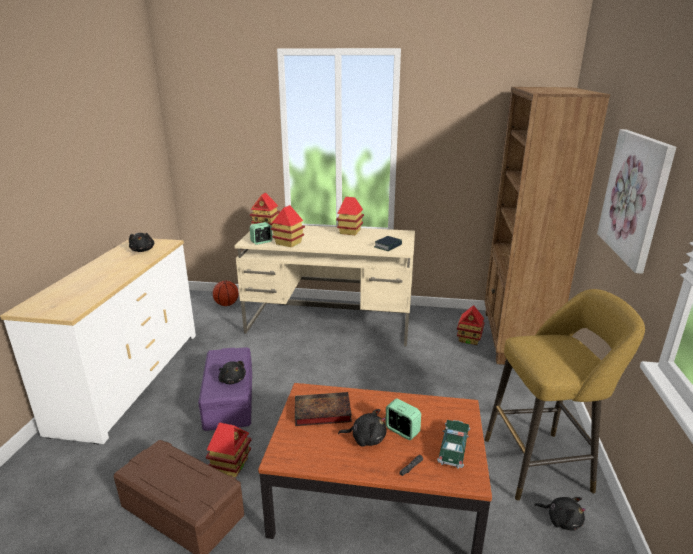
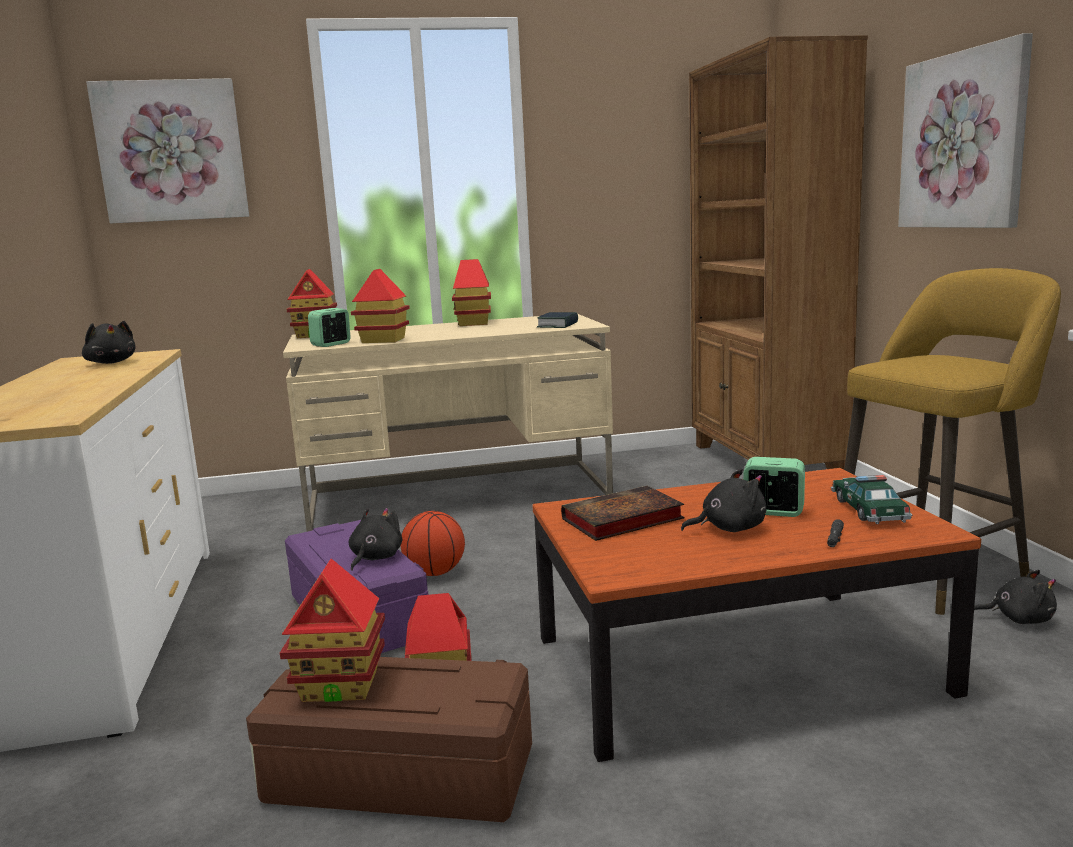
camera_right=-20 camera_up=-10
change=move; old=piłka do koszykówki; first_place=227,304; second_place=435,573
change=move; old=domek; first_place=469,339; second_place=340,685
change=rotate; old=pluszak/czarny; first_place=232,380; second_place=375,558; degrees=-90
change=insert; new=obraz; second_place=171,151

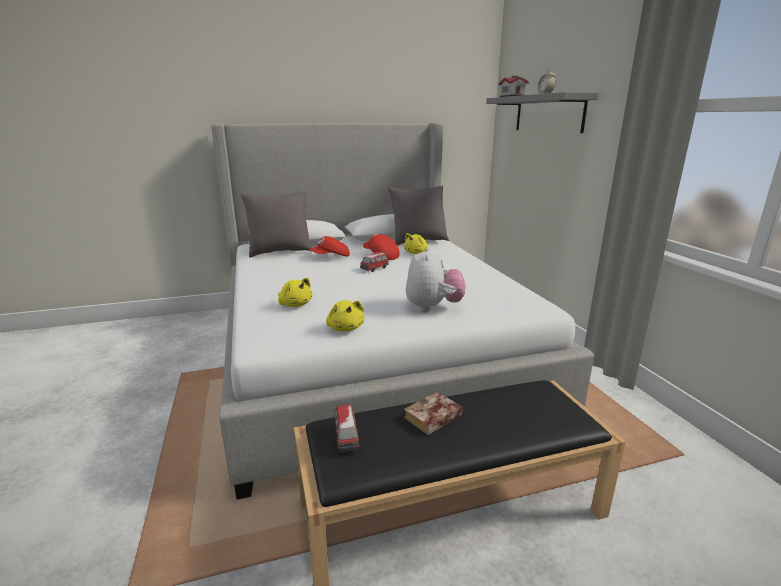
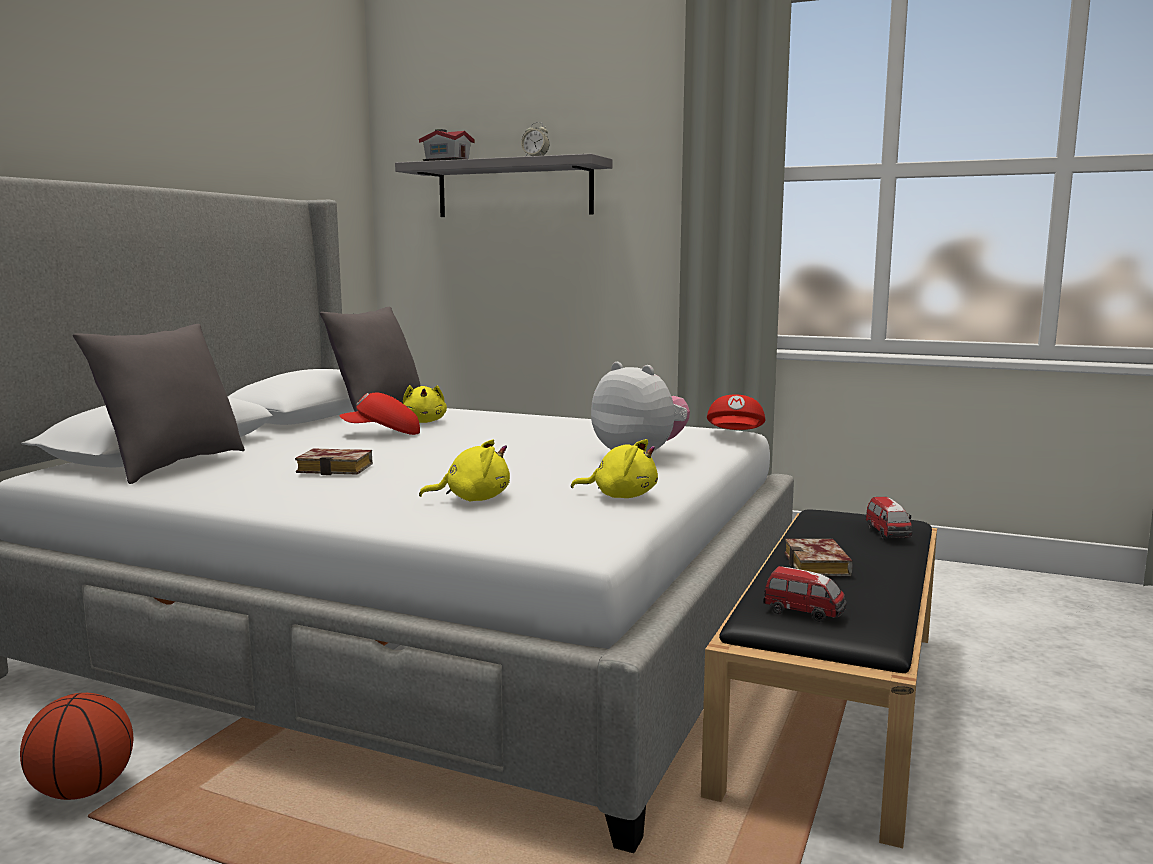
camera_right=-50 camera_up=-10
change=move; old=czapka z daszkiem/czerwony; first_place=331,257; second_place=736,435
change=move; old=samochodzik; first_place=374,269; second_place=888,534
change=insert; new=książka; second_place=338,468
change=insert; new=piłka do koszykówki; second_place=83,791

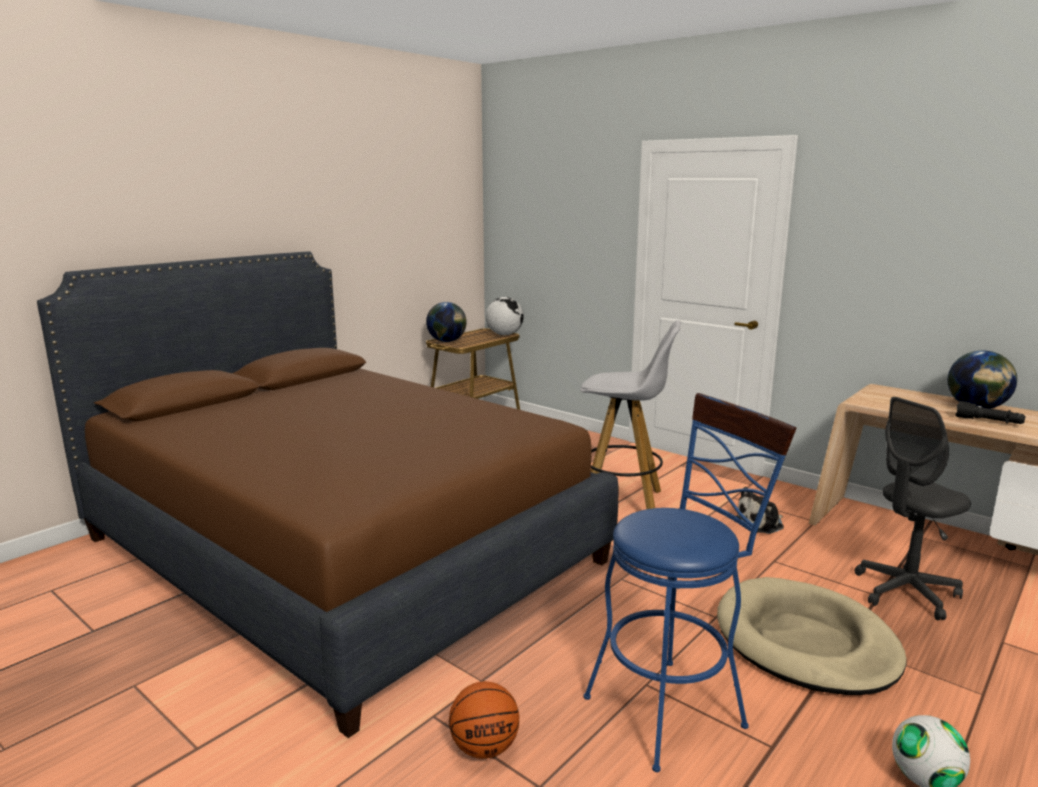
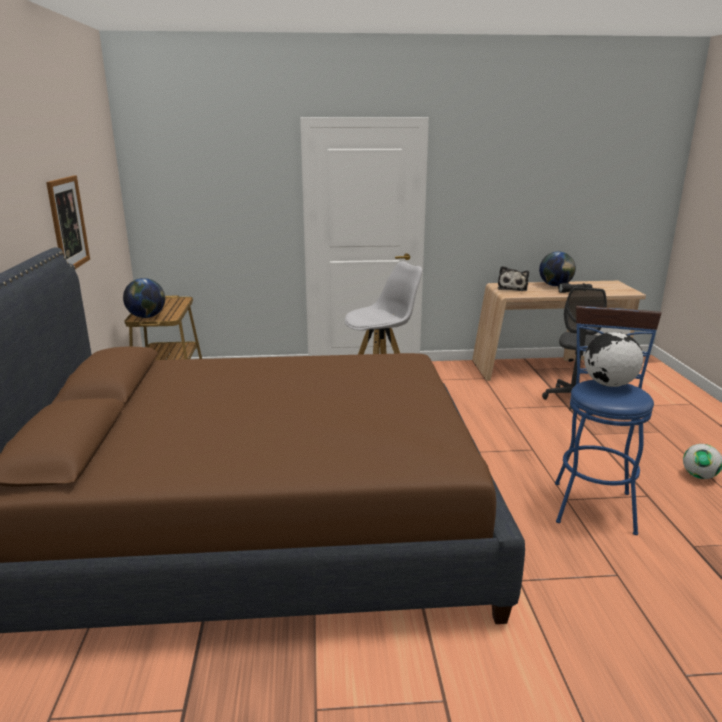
camera_right=-45 camera_up=5
change=move; old=globus; first_place=504,335; second_place=608,384
change=move; old=pluszak; first_place=761,523; second_place=512,288
change=delete; old=legowisko/beżowy; first_place=805,642
change=delete; old=piłka do koszykówki; first_place=484,748
change=insert; new=obraz; second_place=68,223

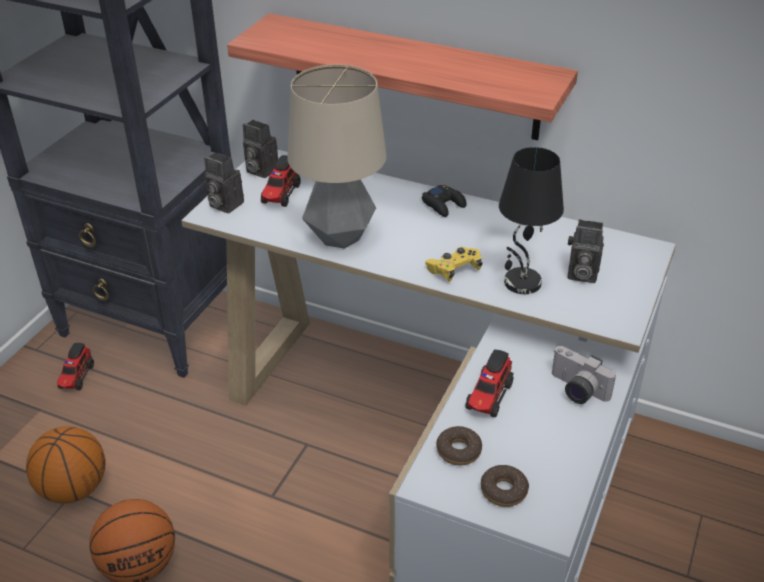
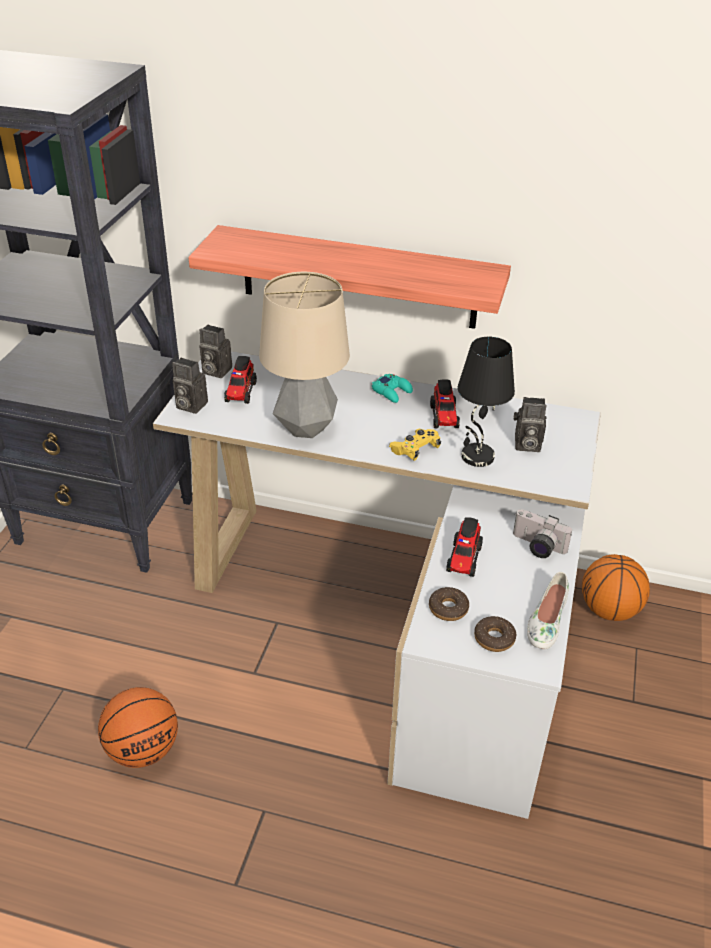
camera_right=-10 camera_up=0
change=recolor; old=pad do gier/czarny; new=pad do gier/turkusowy; first_place=444,205; second_place=392,392
change=move; old=ciężarówka zabawkowa; first_place=76,377; second_place=444,418
change=move; old=piłka do koszykówki; first_place=74,489; second_place=609,610
change=insert; new=but/biały; second_place=546,620

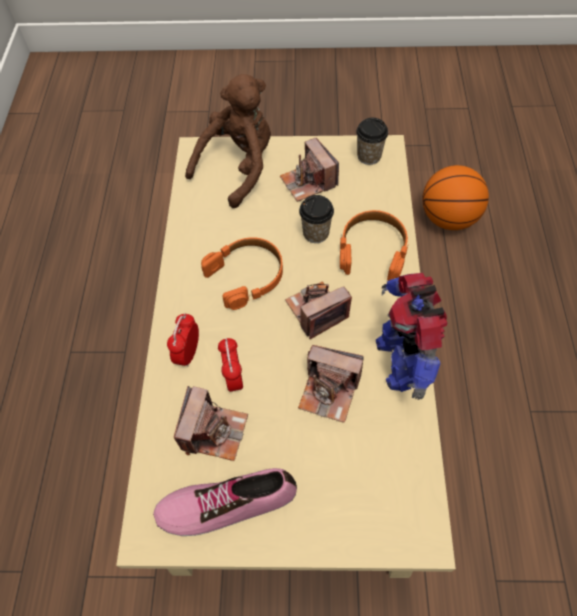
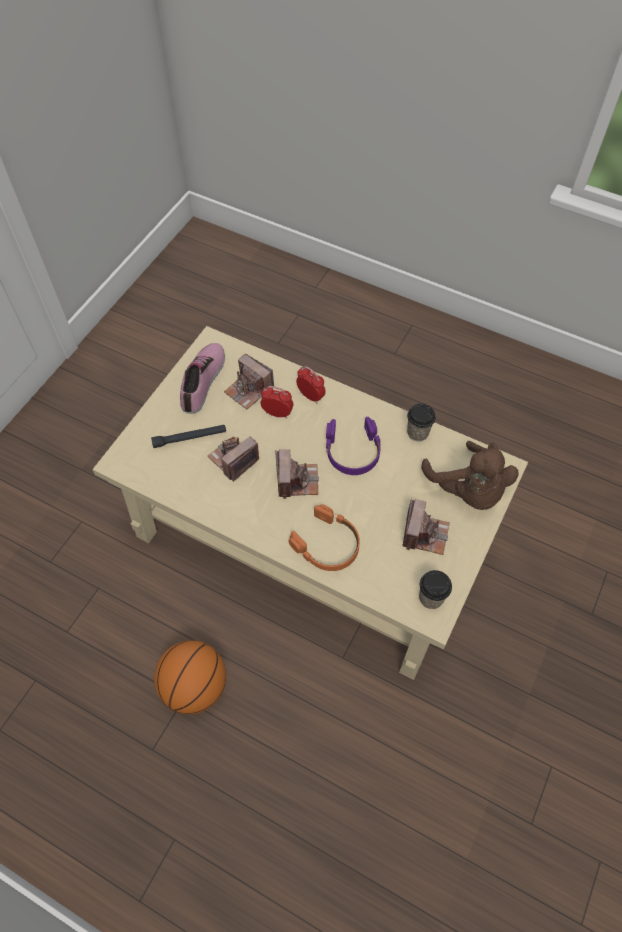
camera_right=115 camera_up=0
change=rotate; old=aparat fotograficzny; first_place=308,182; second_place=424,534; degrees=105
change=move; old=piłka do koszykówki; first_place=448,218; second_place=195,686
change=move; old=filiżanka; first_place=316,233; second_place=417,433
change=recolor; old=słuchawki/pomarańczowy; new=słuchawki/fioletowy; first_place=247,276; second_place=352,451
change=delete; old=robot zabawkowy; first_place=402,360
change=insert; new=latarka/czarny; second_place=190,438

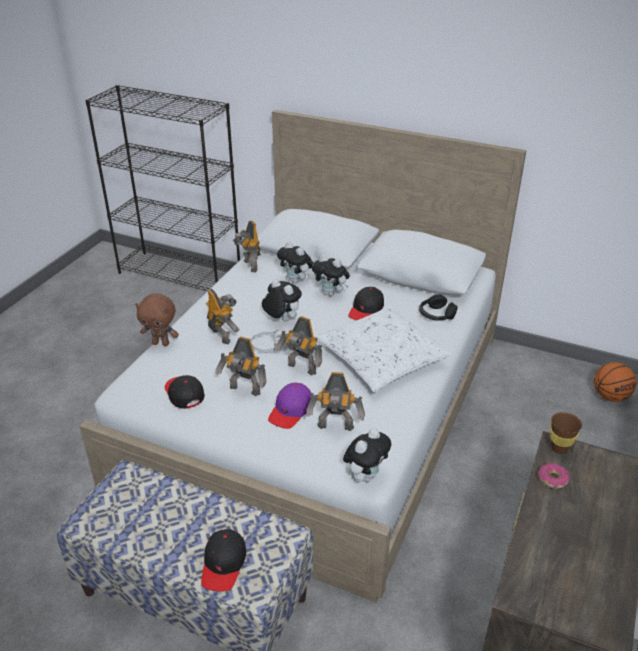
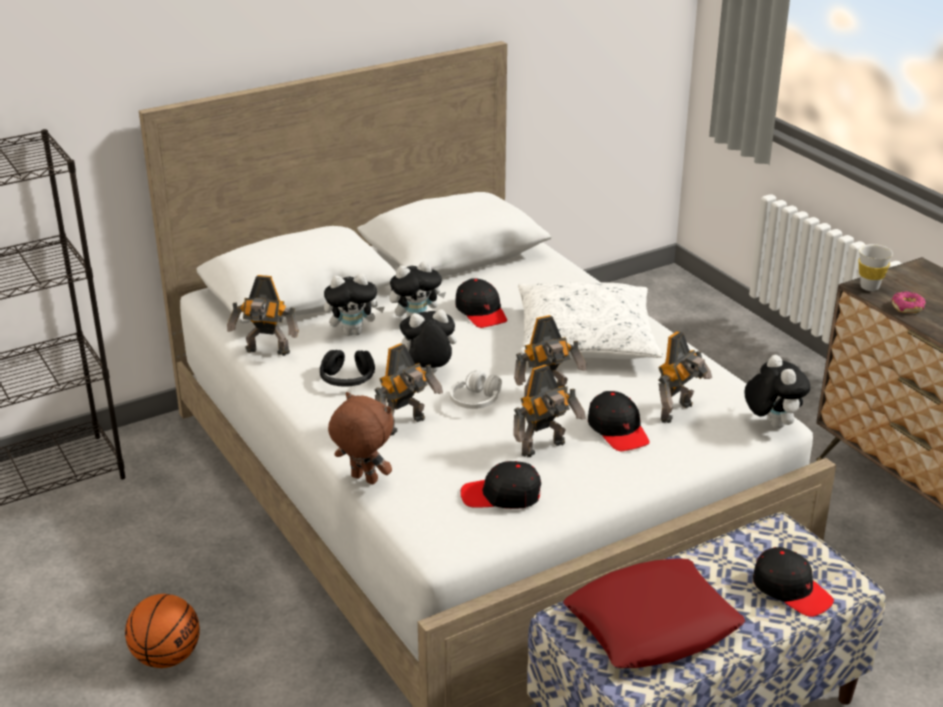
camera_right=-55 camera_up=-5
change=rotate; old=robot zabawkowy; first_place=222,335; second_place=406,426; degrees=135
change=rotate; old=pluszak/brązowy; first_place=161,343; second_place=363,480; degrees=-105
change=move; old=słuchawki/czarny; first_place=436,315; second_place=347,379
change=move; old=piłka do koszykówki; first_place=610,396; second_place=166,657
change=recolor; old=czapka z daszkiem/fioletowy; new=czapka z daszkiem/czarny; first_place=291,411; second_place=618,430
change=recolor; old=filiżanka/brązowy; new=filiżanka/biały; first_place=559,448; second_place=869,287
change=insert; new=poduszka/czerwony; second_place=652,624

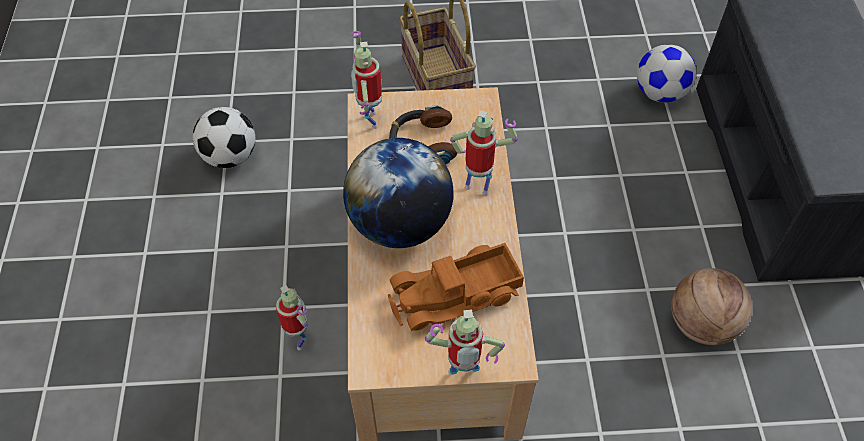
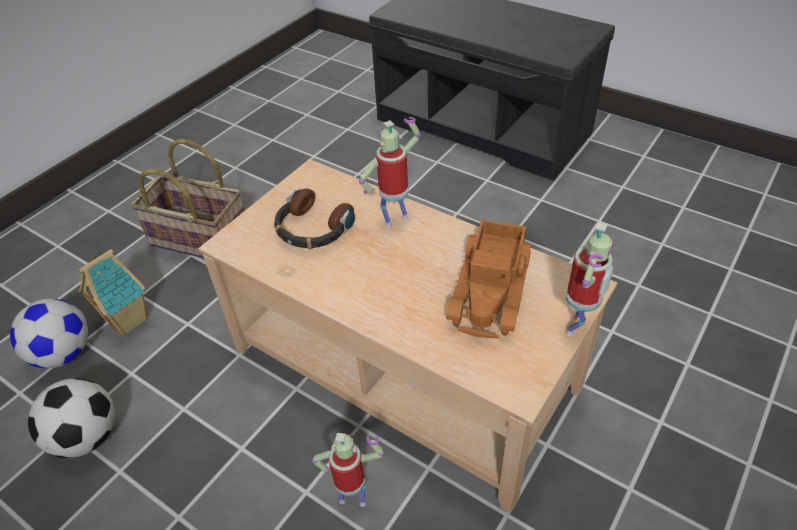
camera_right=-50 camera_up=-10
change=delete; old=robot zabawkowy; first_place=370,119
change=move; old=piłka futbolowa; first_place=659,93; second_place=63,354
change=delete; old=globus; first_place=400,224
change=delete; old=piłka do koszykówki; first_place=701,324
change=insert; new=domek; second_place=129,320

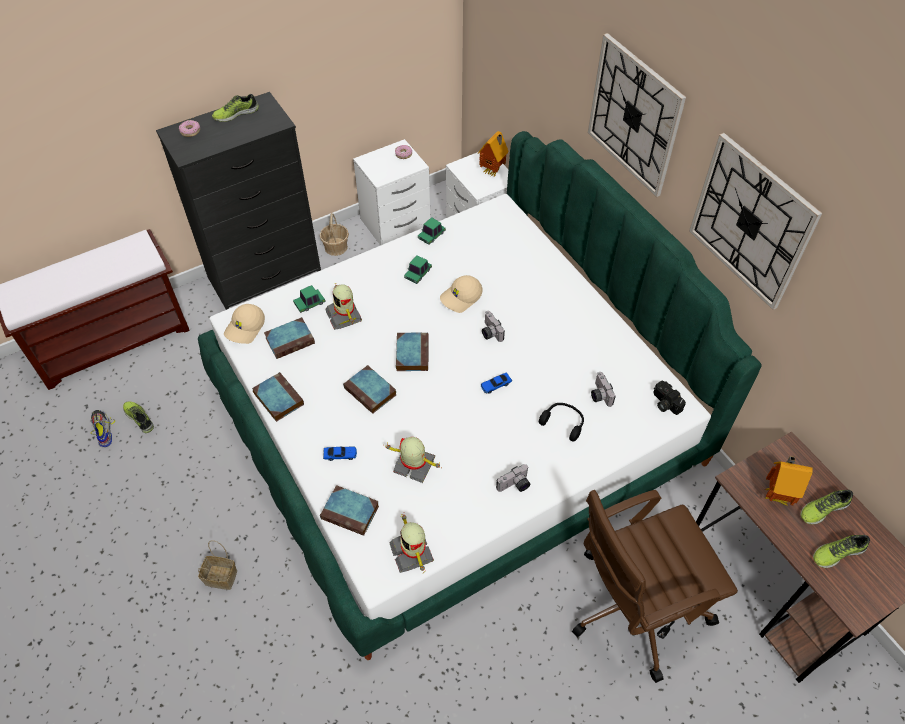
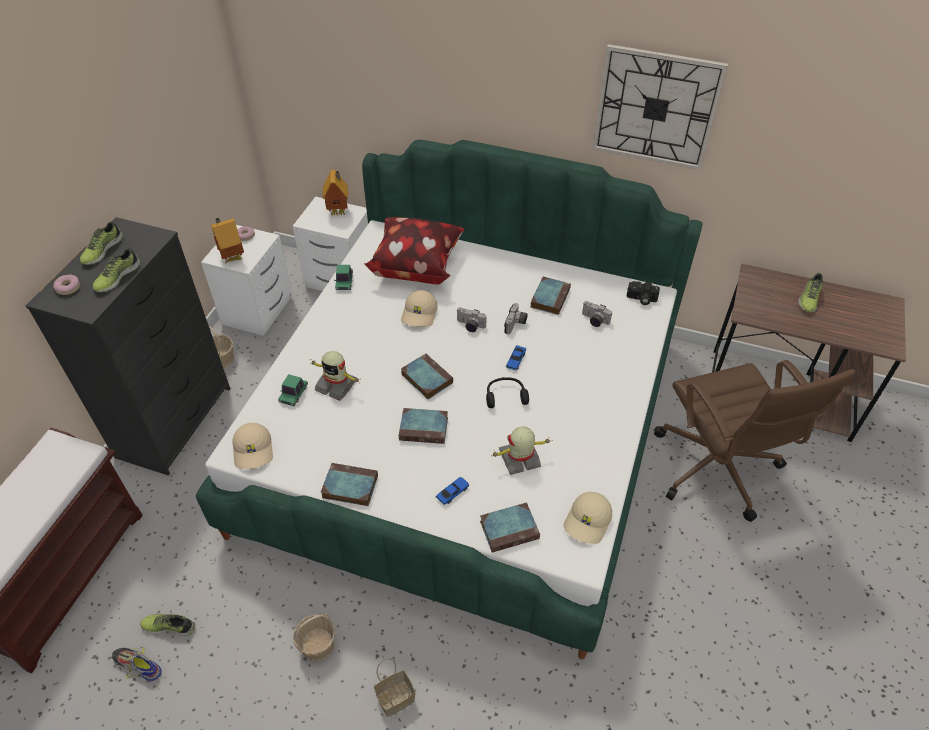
camera_right=-40 camera_up=-5
change=delete; old=zegar ścienny; first_place=634,115
change=delete; old=samochodzik; first_place=418,273
change=move; old=książka; first_place=291,340; second_place=550,297
change=move; old=słuchawki/czarny; first_place=563,423; second_place=505,396
change=move; old=domek; first_place=776,495; second_place=232,258
change=move; old=aparat fotograficzny; first_place=514,486; second_place=516,324
change=rotate; old=krzesło biurowe/brązowy; first_place=634,607; second_place=717,470; degrees=-45
change=replace; old=robot zabawkowy; new=czapka z daszkiem/beżowy; first_place=412,552; second_place=588,522
change=move; old=but; first_place=837,552; second_place=117,277
change=insert; new=poduszka; second_place=416,266
change=insert; new=koszyk; second_place=317,645

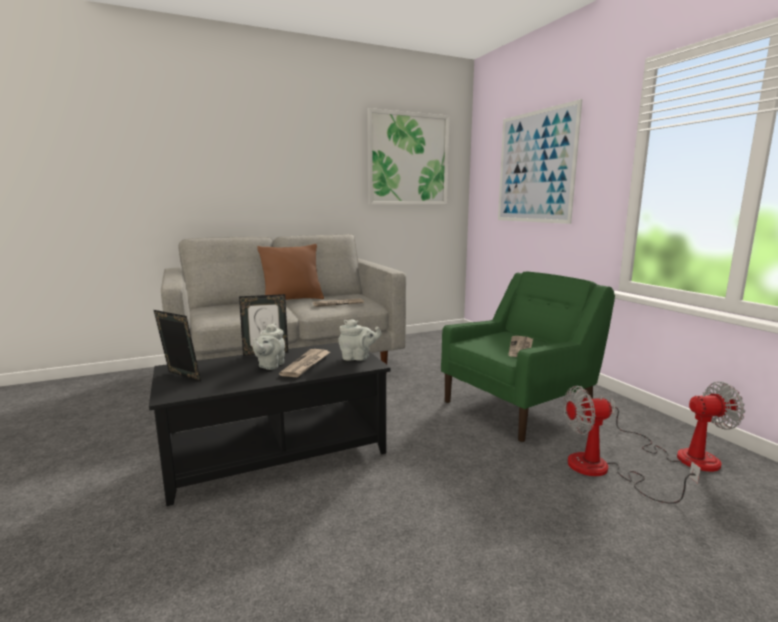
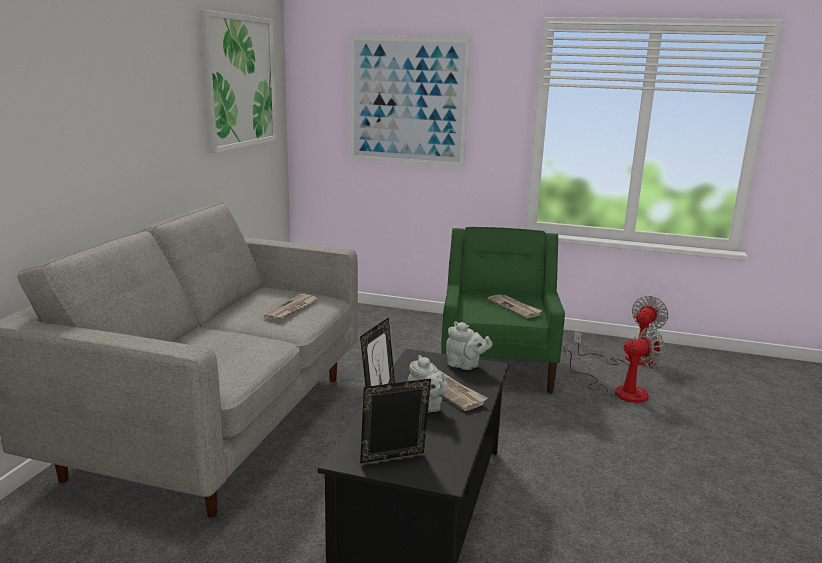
camera_right=-50 camera_up=5
change=delete; old=poduszka/brązowy; first_place=292,300
change=rotate; old=imbryk/szary; first_place=358,358; second_place=465,365; degrees=75
change=rotate; old=wentylator; first_place=602,471; second_place=619,391; degrees=-135

